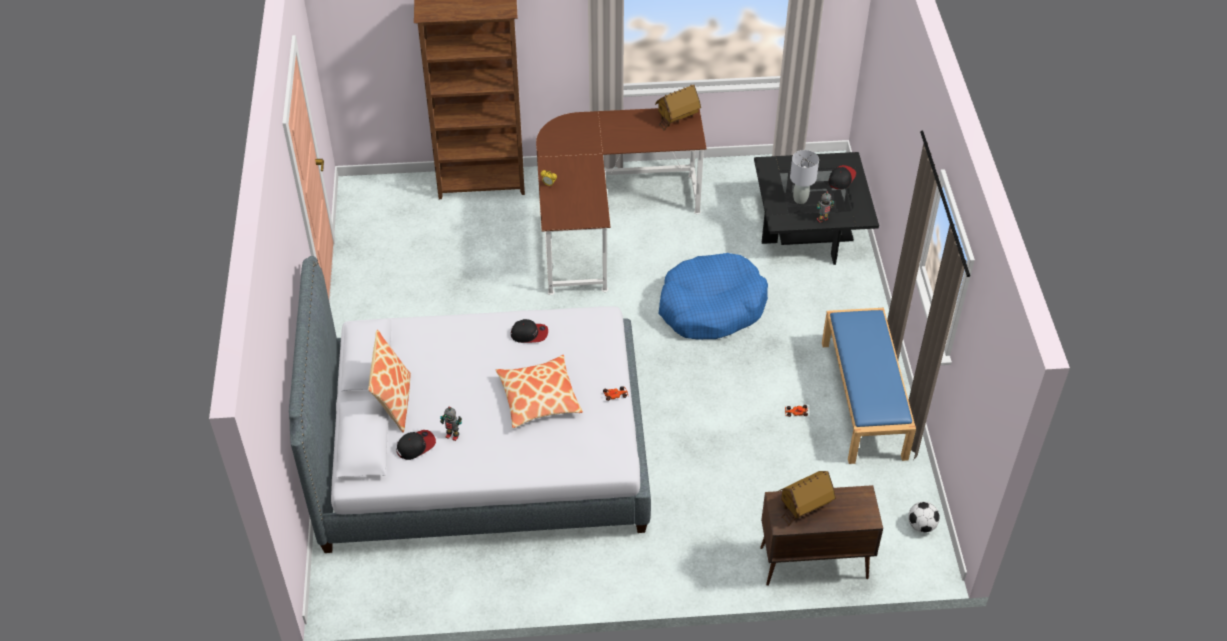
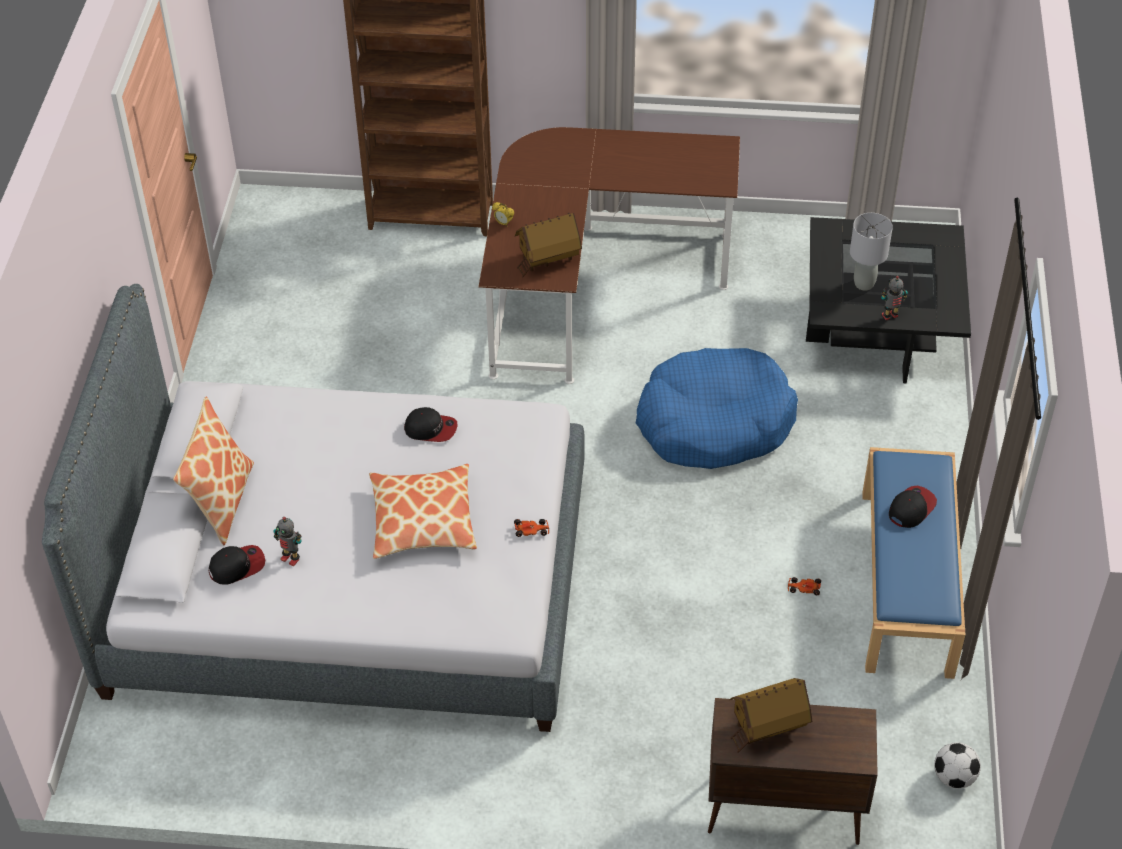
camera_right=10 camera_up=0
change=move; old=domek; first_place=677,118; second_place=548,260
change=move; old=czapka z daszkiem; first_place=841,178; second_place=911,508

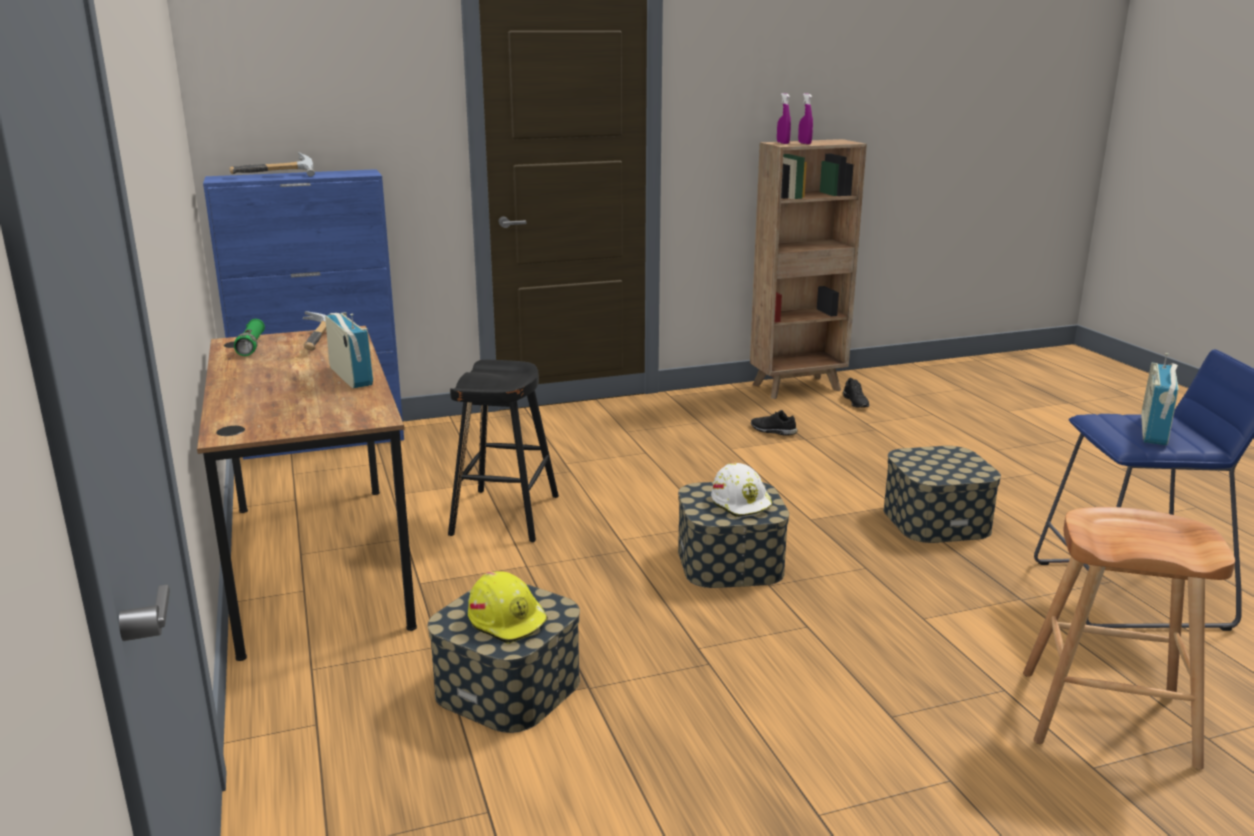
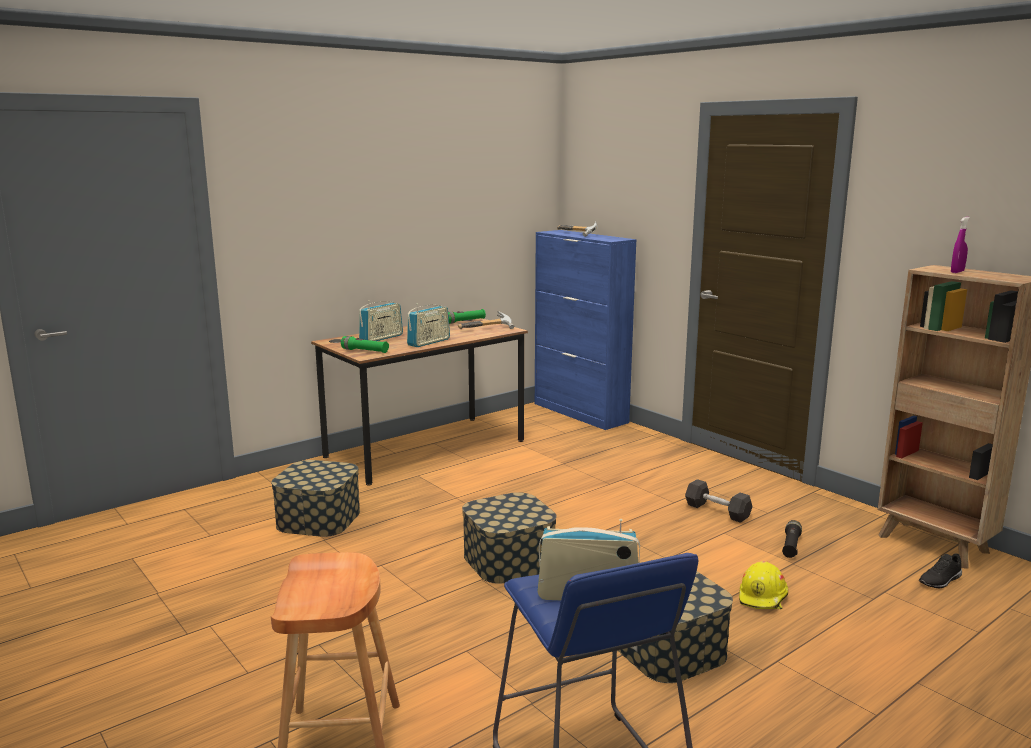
camera_right=70 camera_up=-5
change=delete; old=spryskiwacz/fioletowy; first_place=783,143
change=delete; old=stołek/czarny; first_place=505,515
change=replace; old=but/czarny; new=latarka/czarny; first_place=772,431; second_place=791,546
change=delete; old=kask/biały; first_place=742,503
change=move; old=kask/żółty; first_place=508,620; second_place=763,597
change=insert; new=radio; second_place=381,338
change=insert; new=latarka/zielony; second_place=365,351
change=insert; new=hantel/szary; second_place=717,511

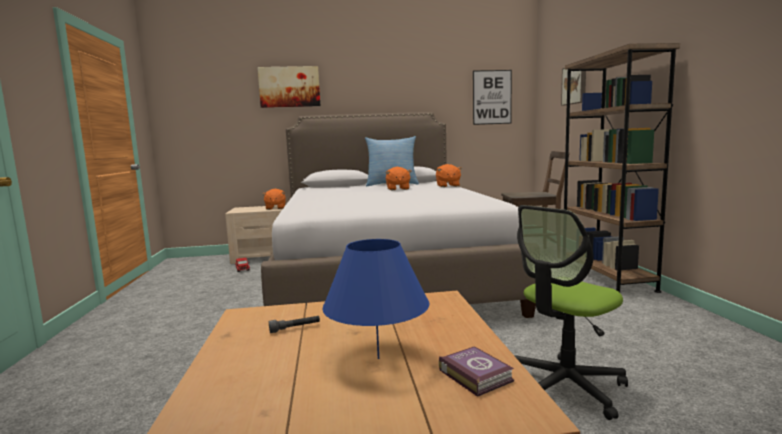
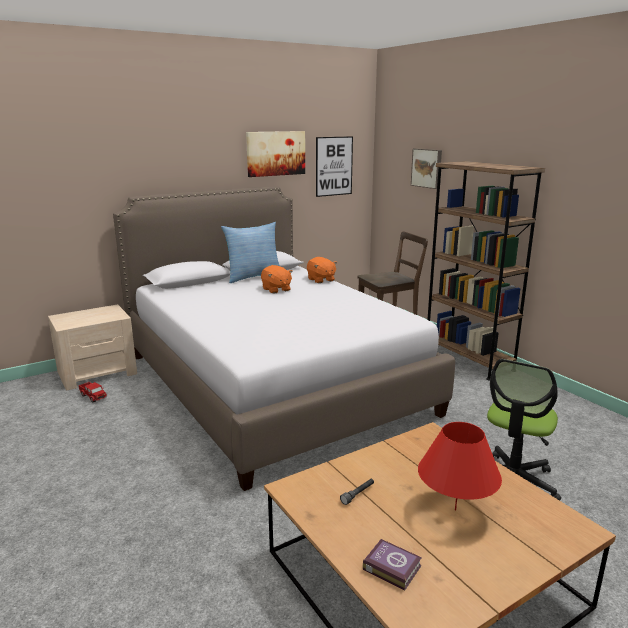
camera_right=-25 camera_up=10
change=move; old=obraz; first_place=289,87; second_place=275,153
change=delete; old=pluszak/pomarańczowy; first_place=275,208
change=recolor; old=lampa stołowa/niebieski; new=lampa stołowa/czerwony; first_place=378,358; second_place=455,510
change=move; old=książka; first_place=475,374; second_place=391,566

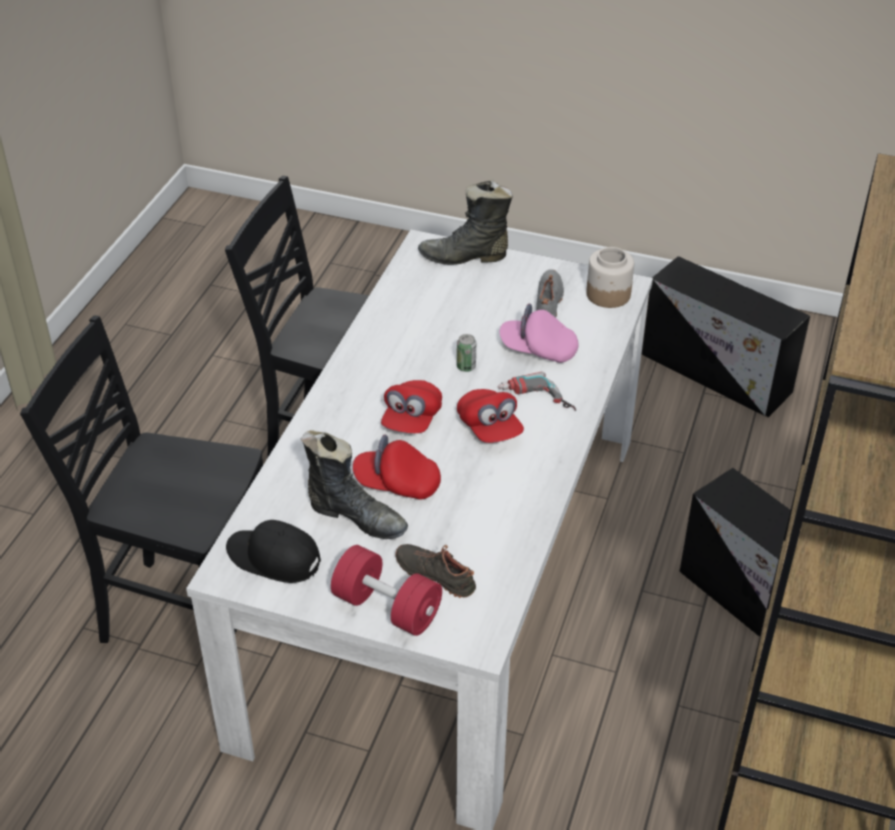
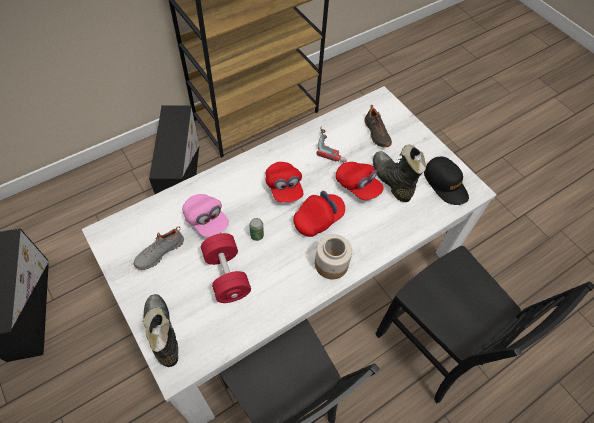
camera_right=-145 camera_up=15
change=rotate; old=but z cholewką/czarny; first_place=465,257; second_place=162,334; degrees=-150
change=move; old=słoik; first_place=607,294; second_place=331,264
change=move; old=wiertarka; first_place=535,401; second_place=332,146
change=rotate; old=czapka z daszkiem/czerwony; first_place=489,428; second_place=284,188; degrees=150
change=move; old=hantel/czerwony; first_place=387,607; second_place=226,275

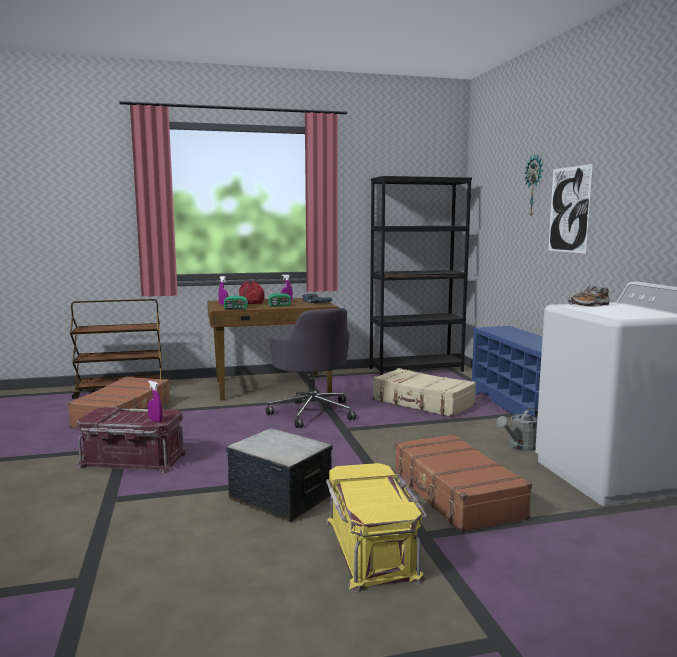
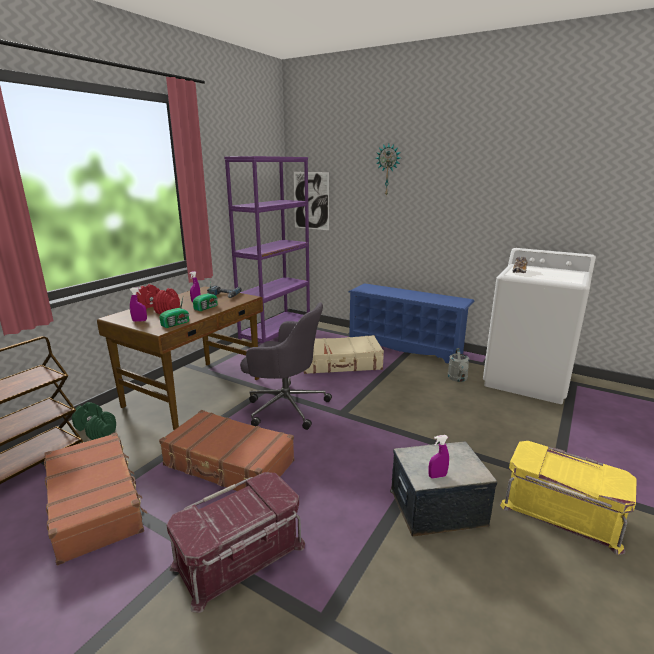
camera_right=-45 camera_up=10
change=move; old=obraz; first_place=569,209; second_place=311,201
change=recolor; old=regał/czarny; new=regał/fioletowy; first_place=416,369; second_place=276,332
change=move; old=spryskiwacz/fioletowy; first_place=155,421; second_place=437,476
change=move; old=walizka/brązowy; first_place=455,495; second_place=229,464
change=insert; new=hantel/zielony; second_place=96,430

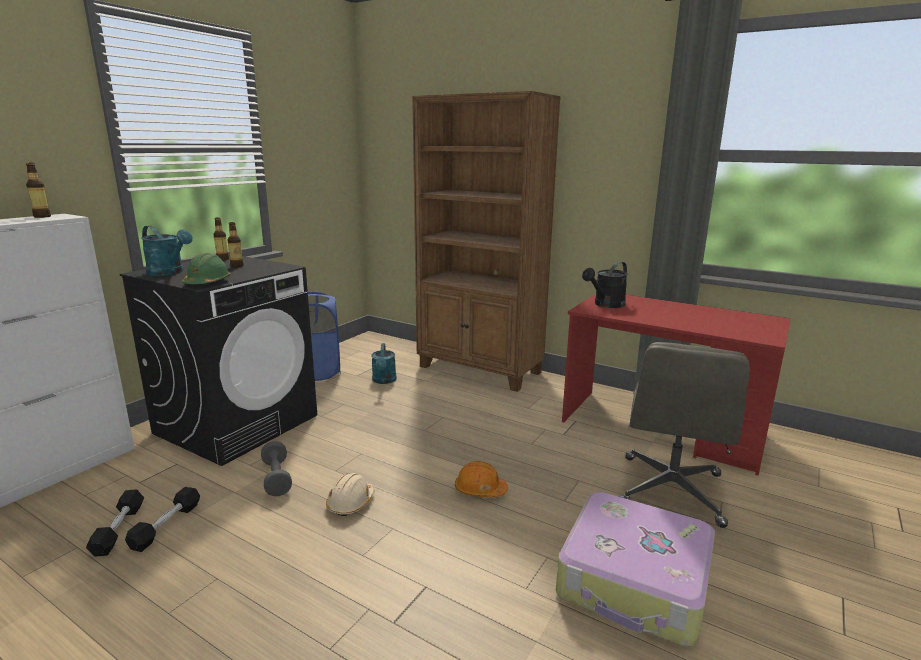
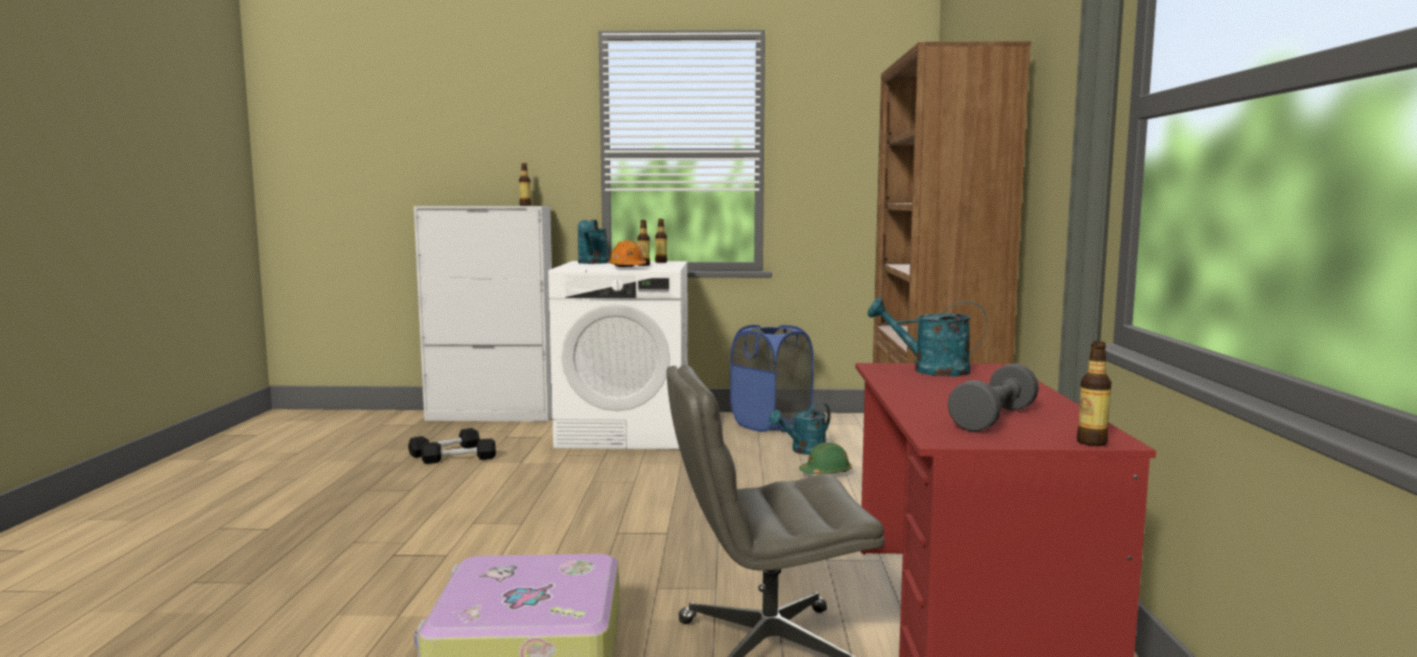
camera_right=60 camera_up=-10
change=move; old=kask/zielony; first_place=207,283; second_place=826,472
change=recolor; old=pralka/czarny; new=pralka/biały; first_place=238,424; second_place=625,432
change=recolor; old=konewka/czarny; new=konewka/turkusowy; first_place=606,305; second_place=930,370
change=move; old=hantel/szary; first_place=277,478; second_place=993,419
change=move; old=kask/pomarańczowy; first_place=480,490; second_place=627,268
change=delete; old=kask/beżowy; first_place=351,503
change=insert; new=butelka; second_place=1091,442

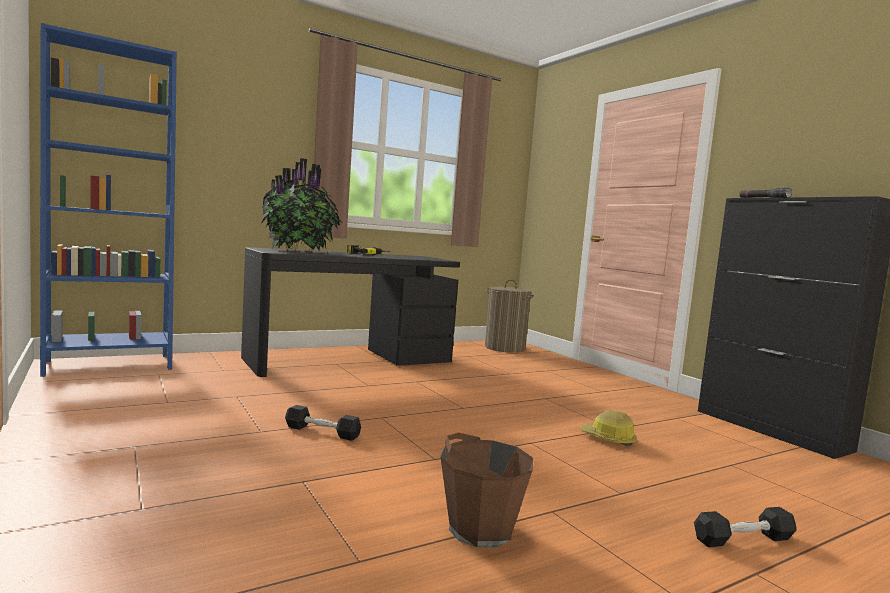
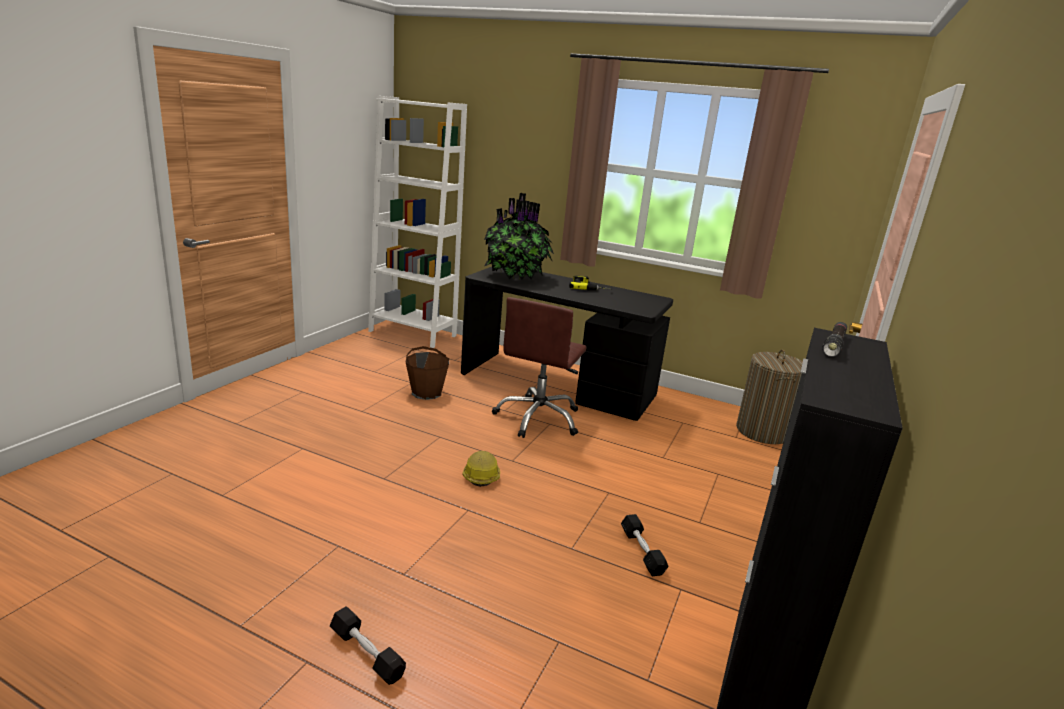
camera_right=55 camera_up=15
change=recolor; old=regał/niebieski; new=regał/biały; first_place=109,365; second_place=412,333
change=move; old=hantel/czarny; first_place=322,432; second_place=642,551
change=move; old=kask; first_place=608,439; second_place=481,475
change=move; old=wiadro/brązowy; first_place=480,529; second_place=426,393
change=insert; new=krzesło biurowe/brązowy; second_place=538,418

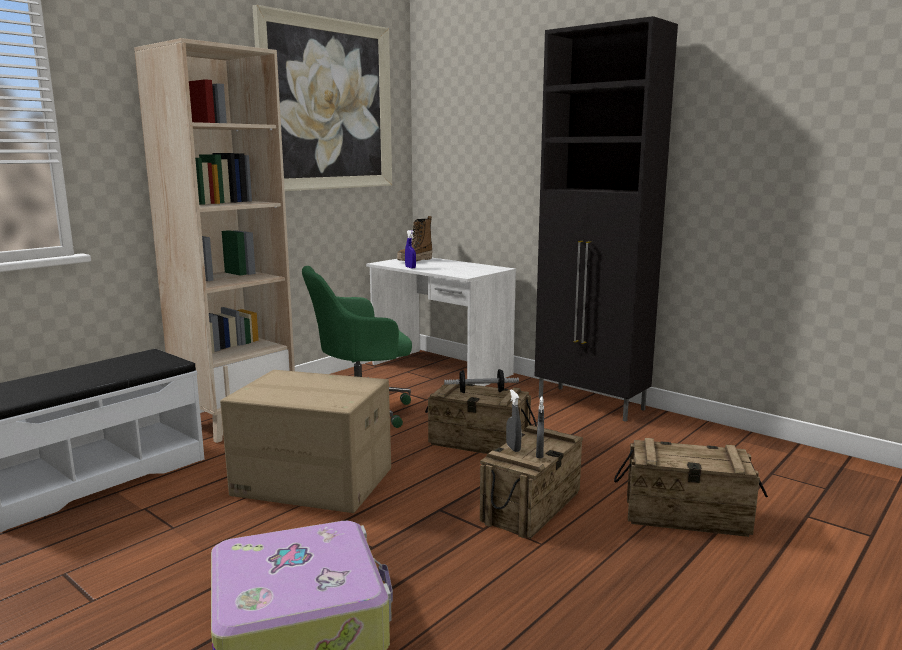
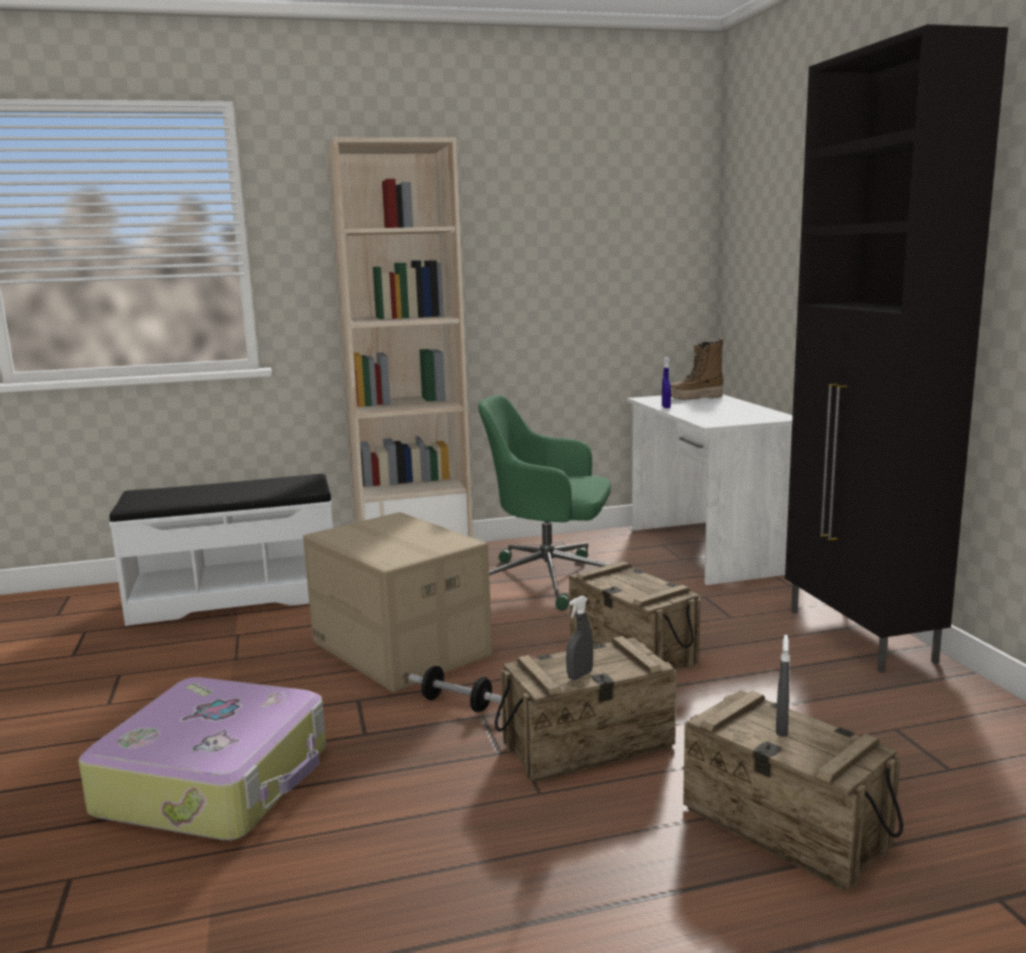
camera_right=35 camera_up=0
change=delete; old=obraz; first_place=327,105
change=move; old=hantel; first_place=481,392; second_place=457,704
change=move; old=spryskiwacz/szary; first_place=513,448; second_place=781,728

